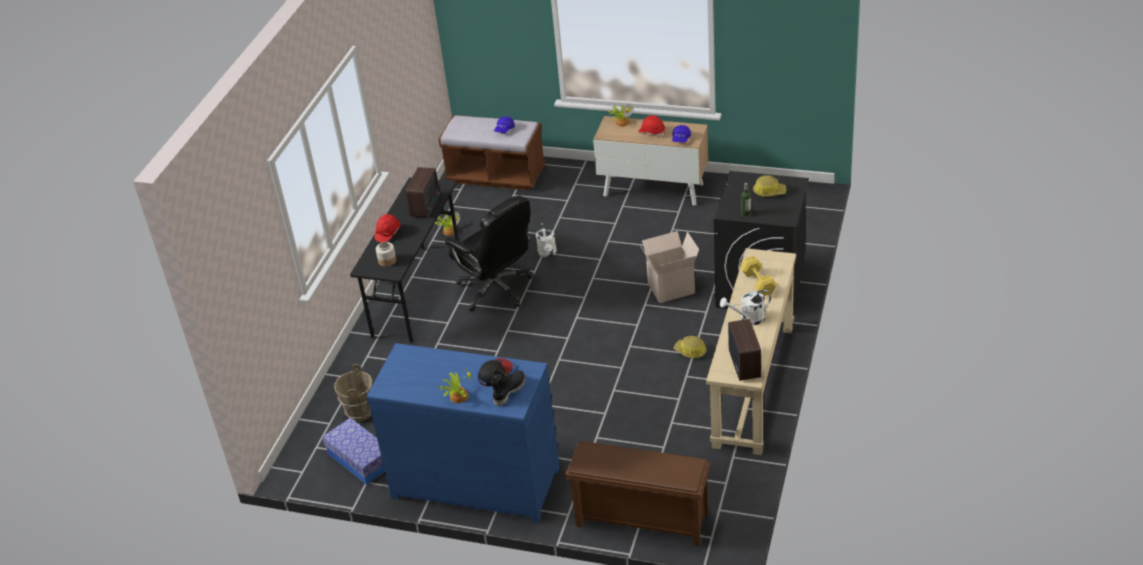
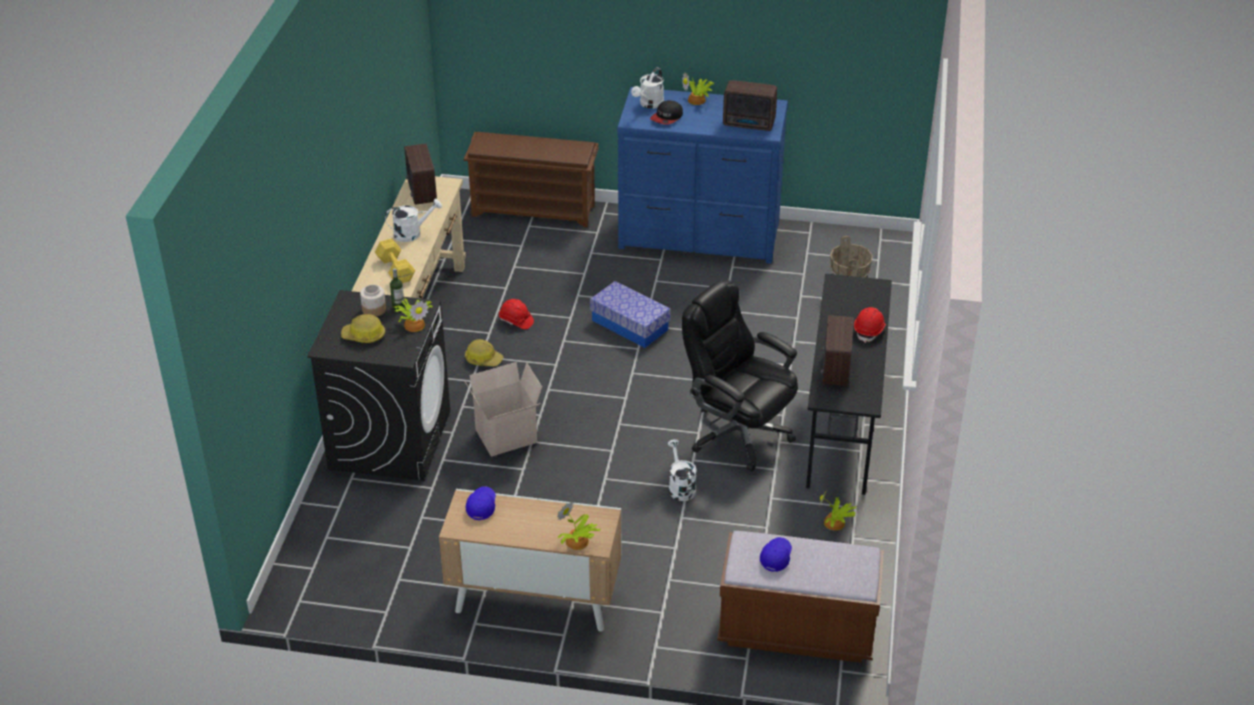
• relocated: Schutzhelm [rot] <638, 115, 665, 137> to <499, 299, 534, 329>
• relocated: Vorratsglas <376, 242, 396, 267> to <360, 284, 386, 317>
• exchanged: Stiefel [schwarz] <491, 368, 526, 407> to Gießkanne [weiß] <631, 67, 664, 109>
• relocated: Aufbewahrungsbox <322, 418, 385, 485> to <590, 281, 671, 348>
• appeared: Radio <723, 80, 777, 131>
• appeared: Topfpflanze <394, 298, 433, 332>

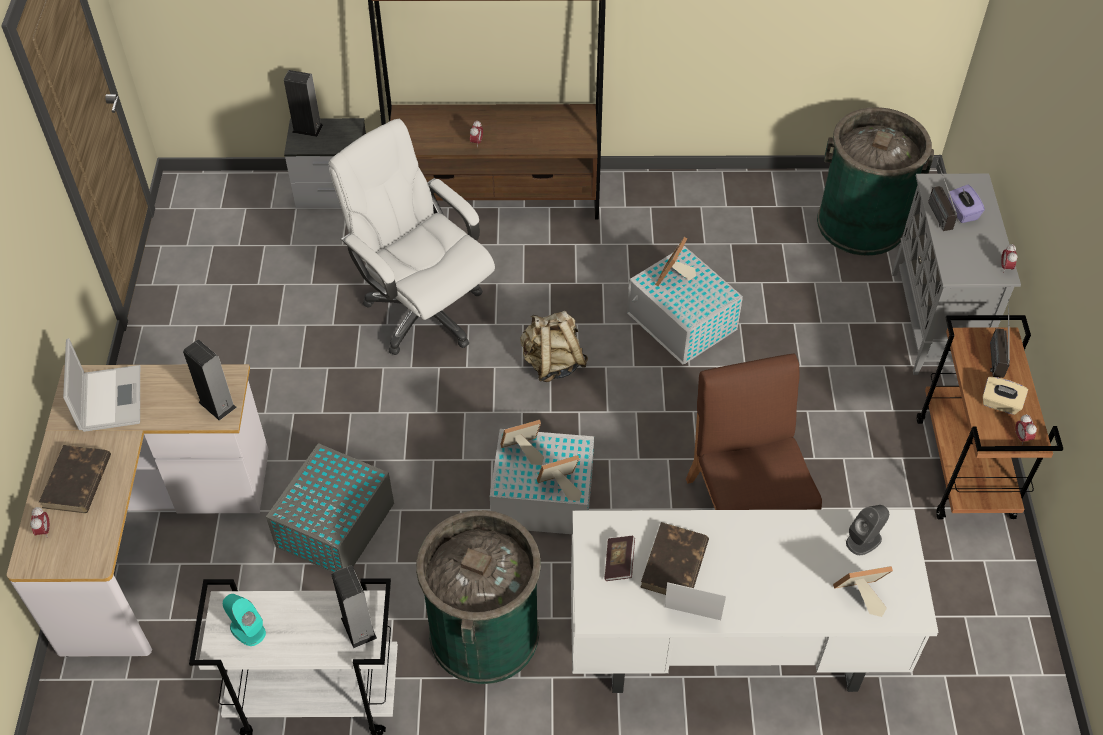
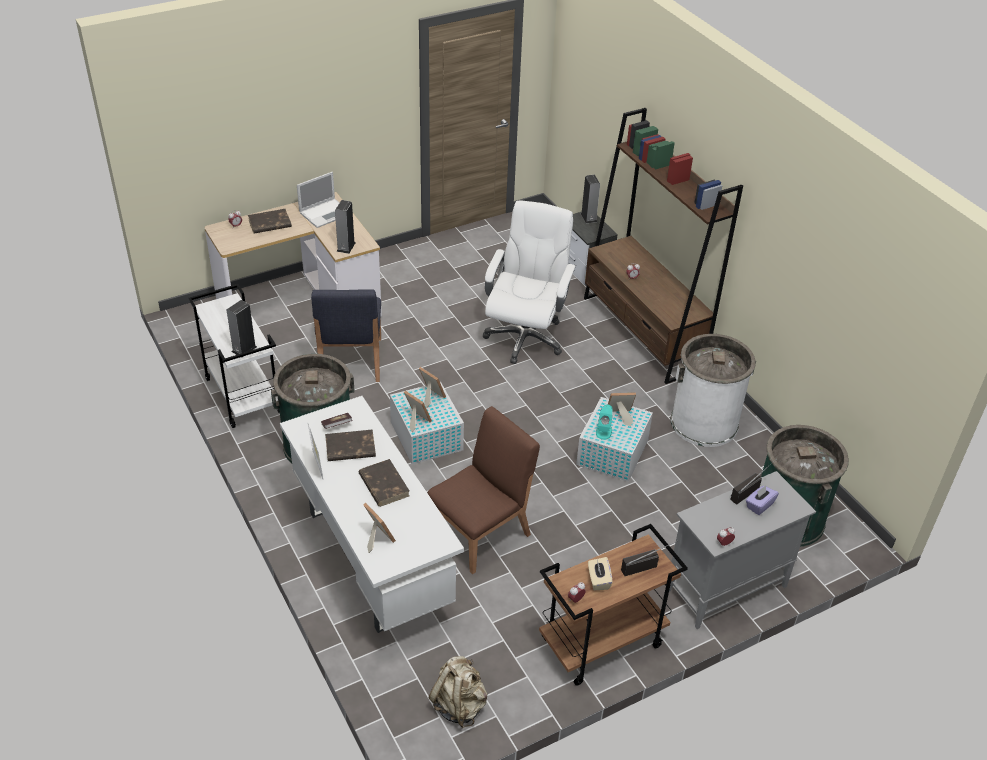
• relocated: Rucksack [beige] <520, 310, 588, 382> to <429, 656, 487, 728>
• exchanged: Aufbewahrungsbox [grau] <266, 443, 394, 573> to Stuhl [blau] <311, 290, 381, 382>
• missing: Lautsprecher [grau] <846, 505, 889, 555>
• relocated: Lautsprecher [türkis] <223, 594, 266, 646> to <596, 405, 613, 440>
• appeared: Mülleimer [weiß] <670, 334, 756, 447>
• appeared: Buch [braun] <358, 459, 409, 507>

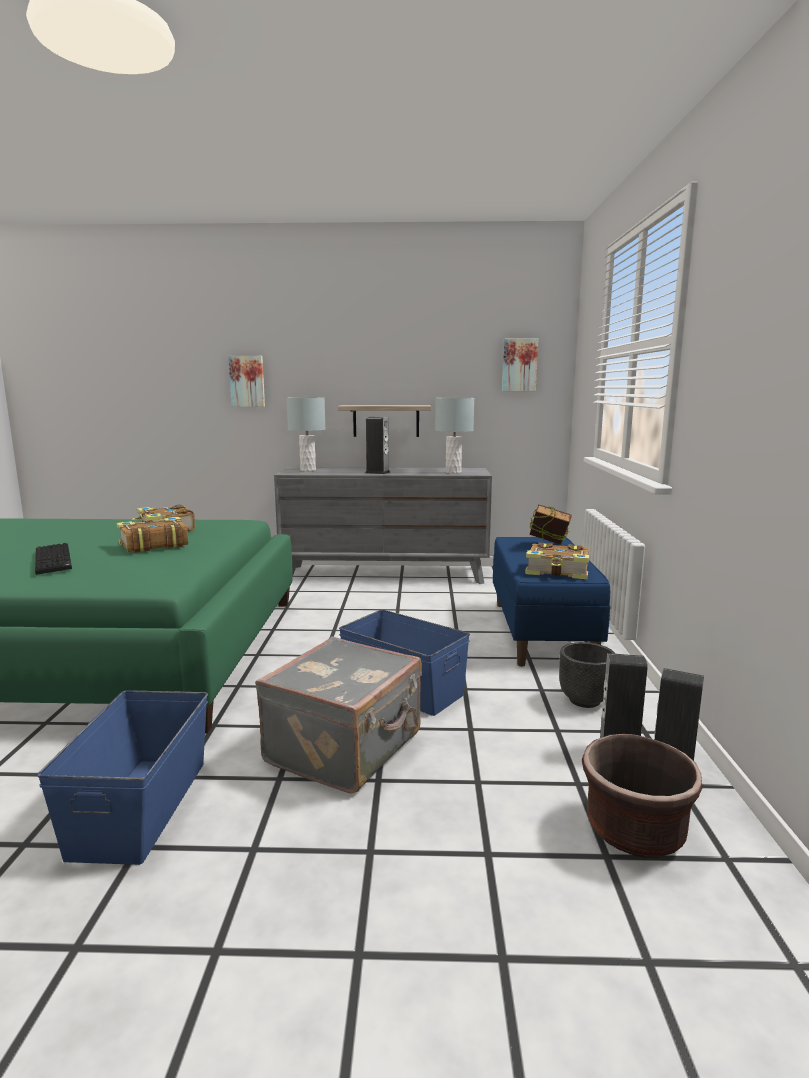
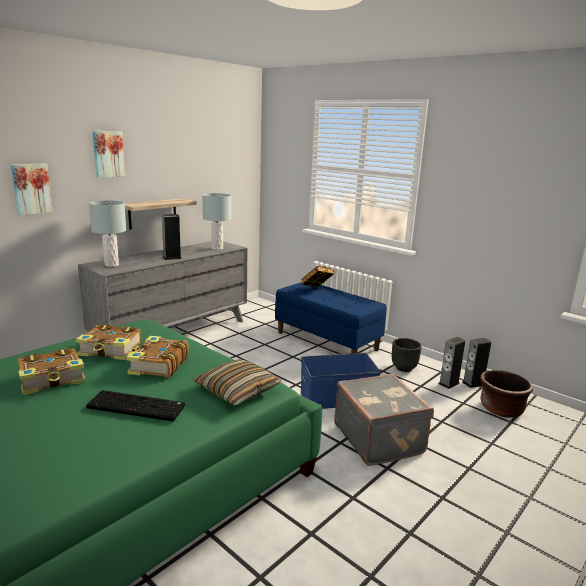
• relocated: Bild <502, 339, 538, 391> to <92, 131, 125, 178>
• relocated: Buch <525, 542, 589, 579> to <18, 348, 86, 395>
• missing: Aufbewahrungsbox [blau] <37, 690, 208, 865>
• appeared: Kissen <192, 359, 282, 406>

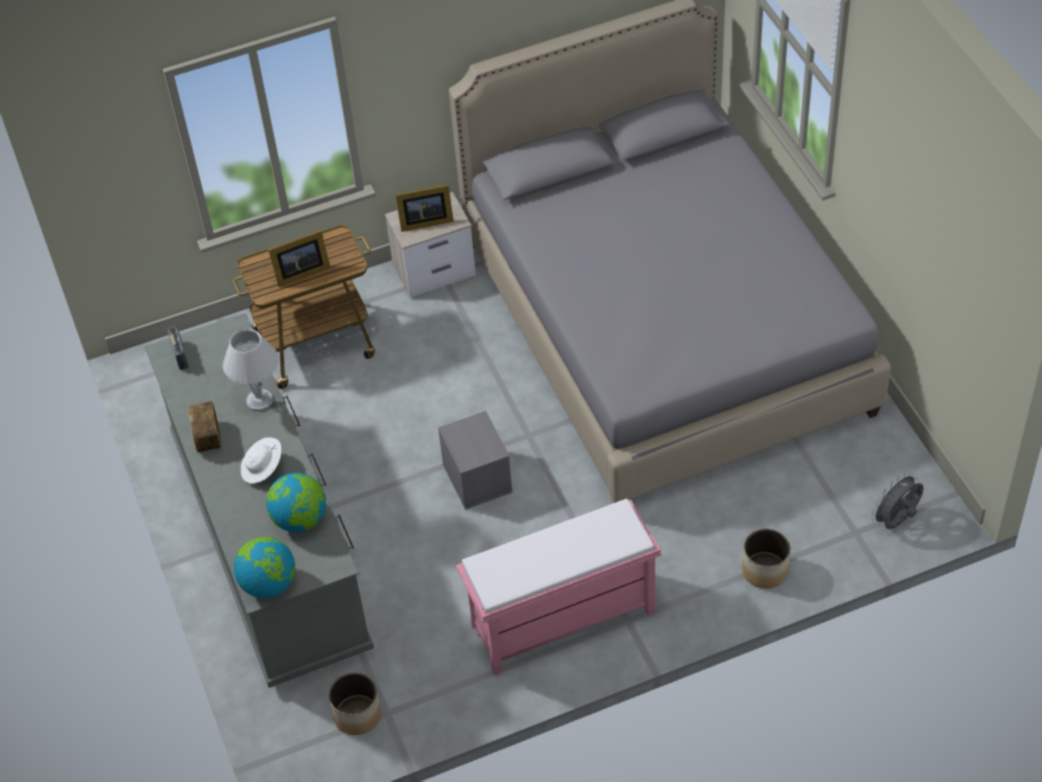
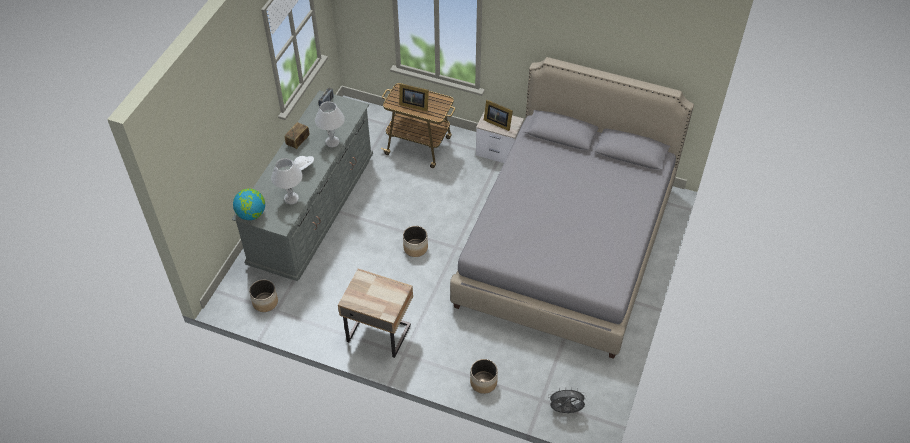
• exchanged: Aufbewahrungsbox [grau] <438, 411, 513, 510> to Pflanzkübel <403, 226, 428, 257>
• exchanged: Globus <266, 473, 326, 532> to Tischlampe [weiß] <271, 158, 303, 204>
• exchanged: Bank [rosa] <456, 499, 661, 675> to Nachttisch [beige] <338, 269, 413, 358>

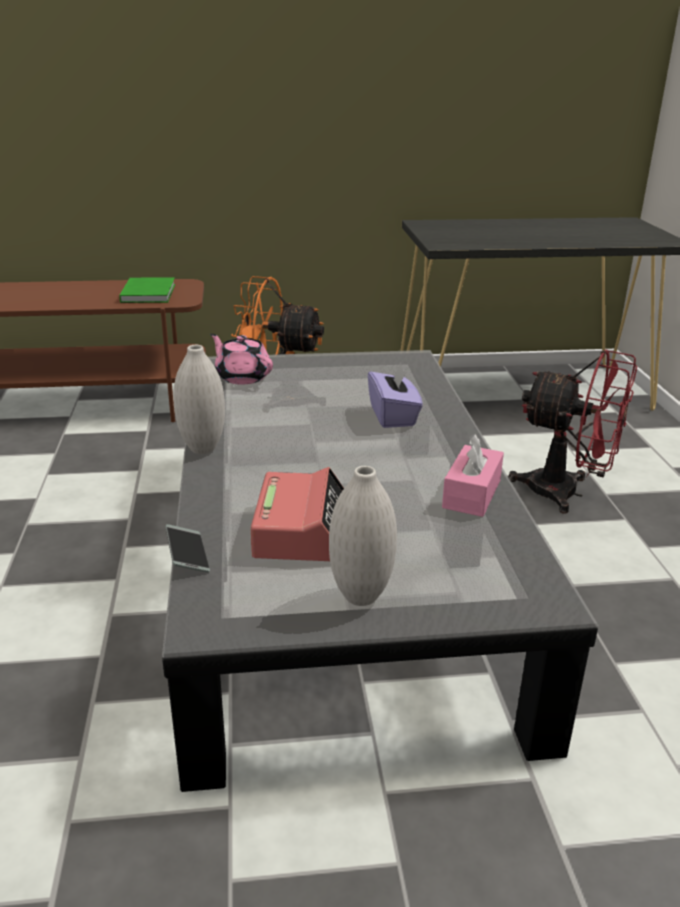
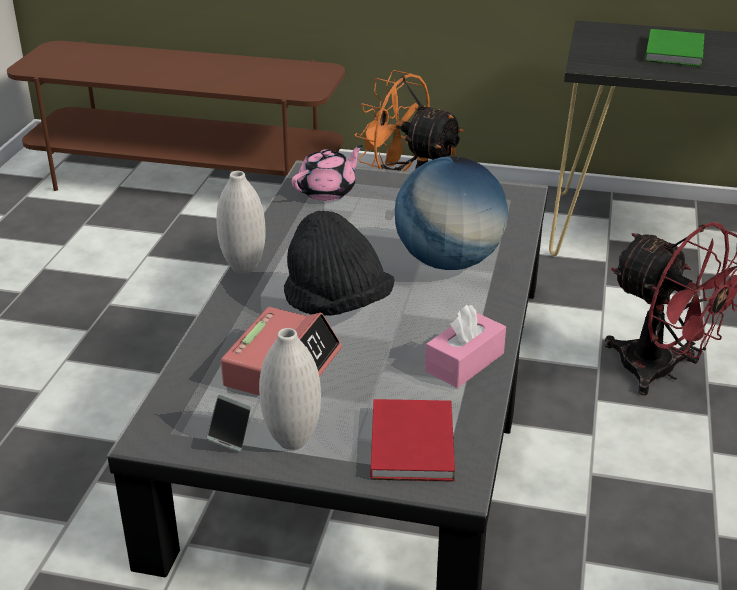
• relocated: Buch [grün] <119, 277, 175, 303> to <645, 29, 704, 67>
• spun: Teekanne [rosa] <210, 334, 273, 384> = <292, 145, 363, 201> 75 degrees clockwise
• exchanged: Taschentuchbox [lila] <368, 362, 423, 428> to Globus <395, 156, 508, 270>
• relocated: Handy <165, 524, 210, 573> to <206, 395, 251, 452>
• appeared: Hut [schwarz] <284, 211, 395, 316>
• appeared: Buch [rot] <370, 399, 455, 481>

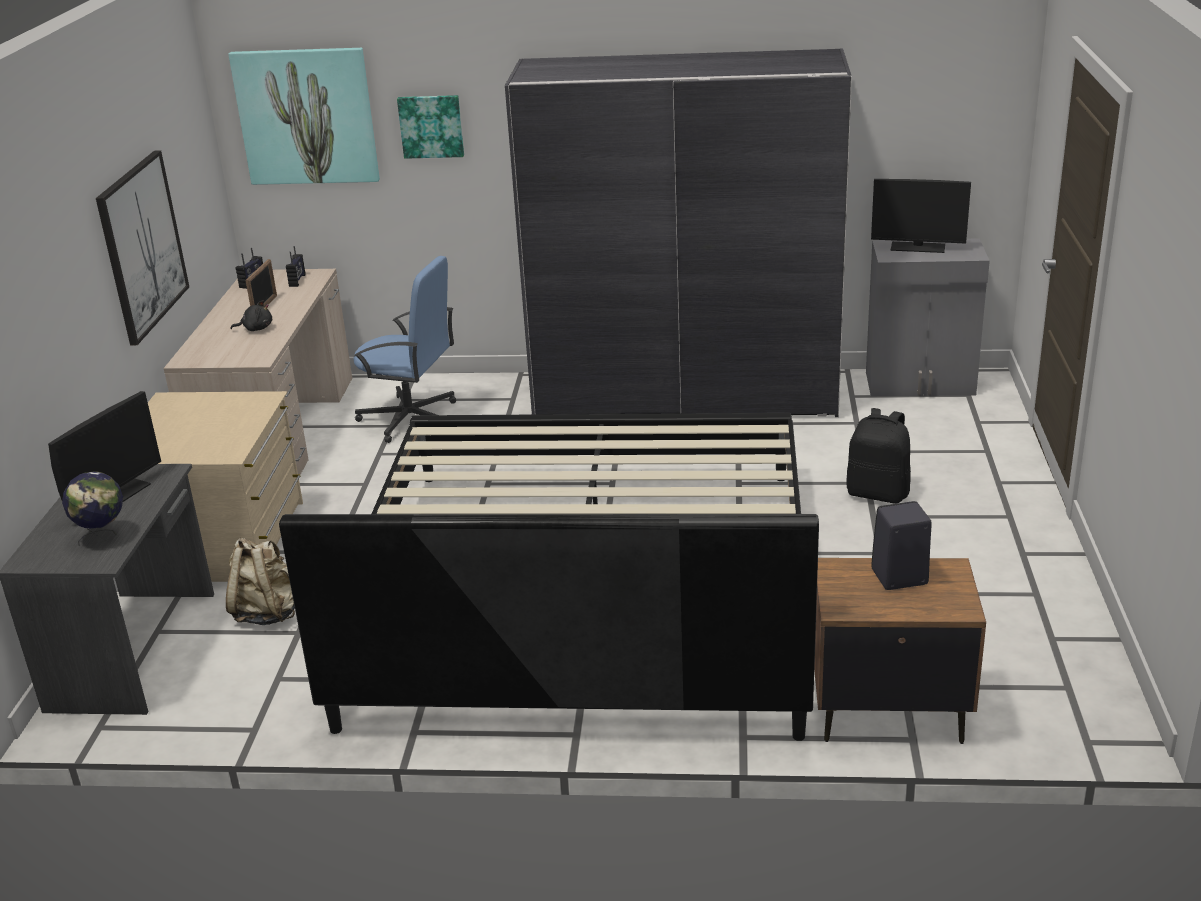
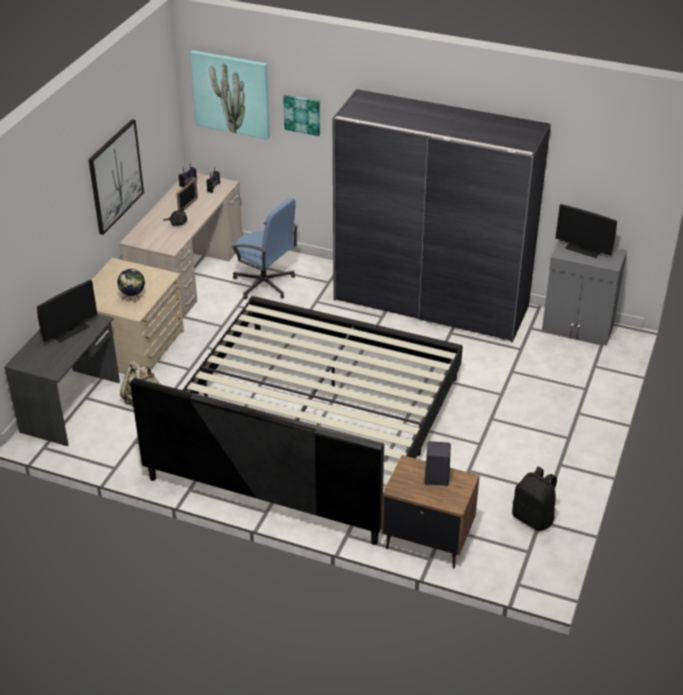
• relocated: Rucksack [schwarz] <846, 408, 911, 503> to <512, 467, 557, 531>
• relocated: Globus <62, 472, 123, 546> to <117, 269, 145, 302>

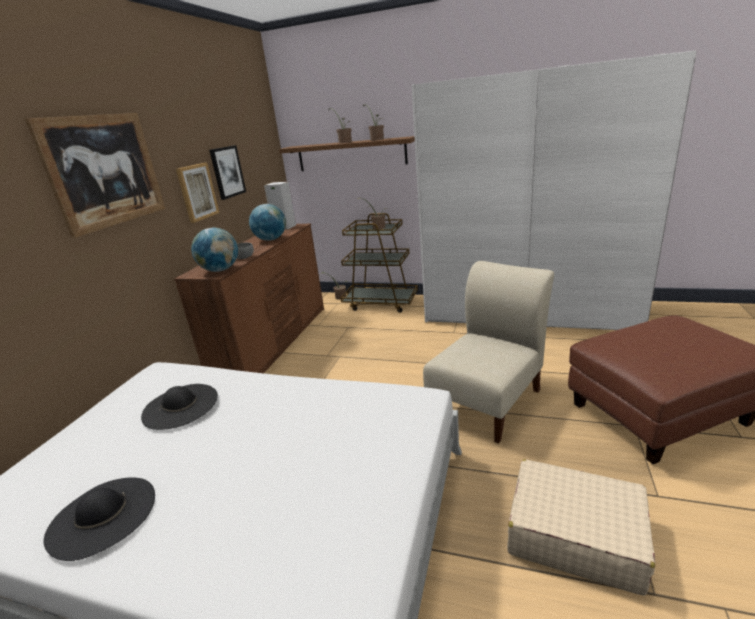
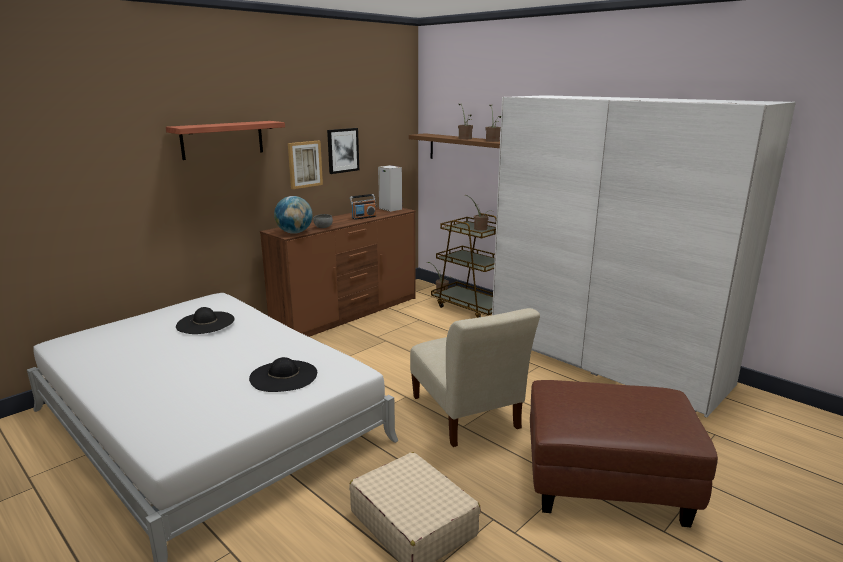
• exchanged: Bild <25, 113, 165, 238> to Wandregal <166, 121, 285, 160>
• exchanged: Globus <249, 204, 286, 241> to Radio <350, 194, 376, 220>
• spun: Stuhl [beige] <423, 261, 554, 444> = <410, 308, 540, 447> 90 degrees clockwise
• relocated: Hut [schwarz] <44, 478, 155, 561> to <249, 357, 317, 392>

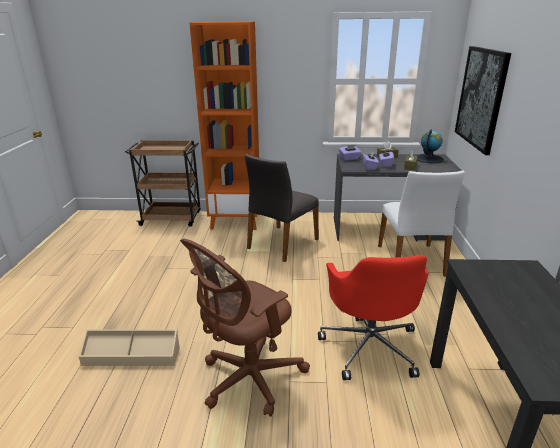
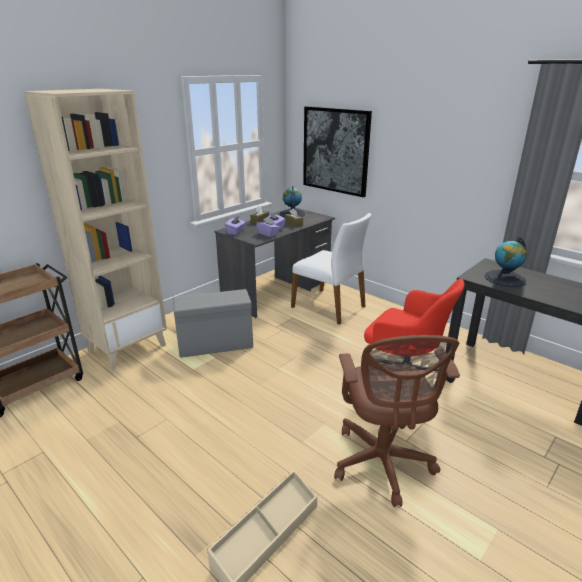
• colour: Bücherregal [orange] <190, 21, 259, 230> to Bücherregal [beige] <24, 89, 167, 371>
• exchanged: Stuhl [grau] <245, 153, 319, 262> to Aufbewahrungsbox [grau] <173, 289, 253, 358>
• appeared: Globus <484, 237, 527, 287>

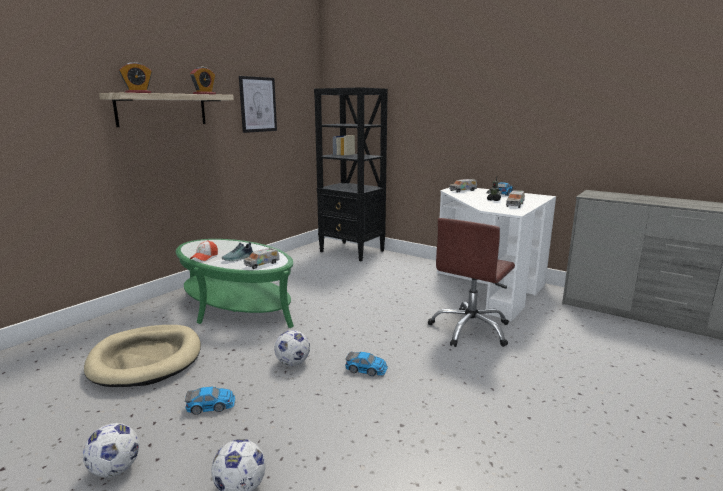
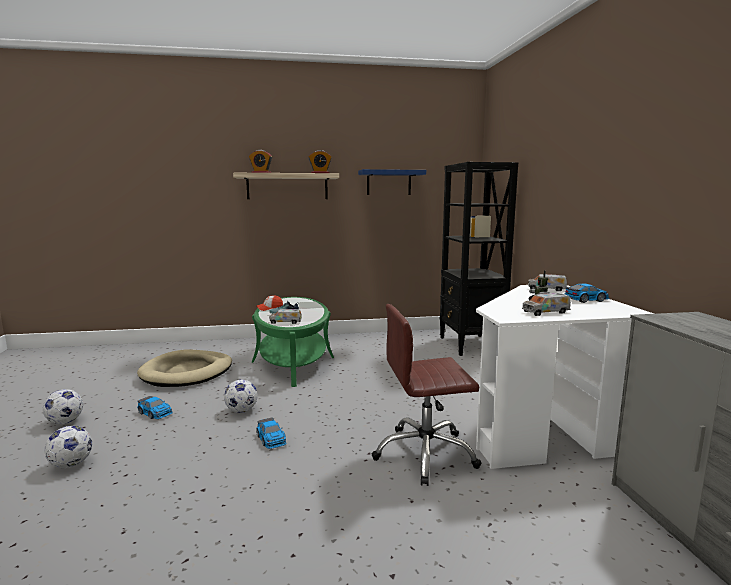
• exchanged: Bild <239, 76, 277, 133> to Wandregal [blau] <358, 169, 426, 195>

